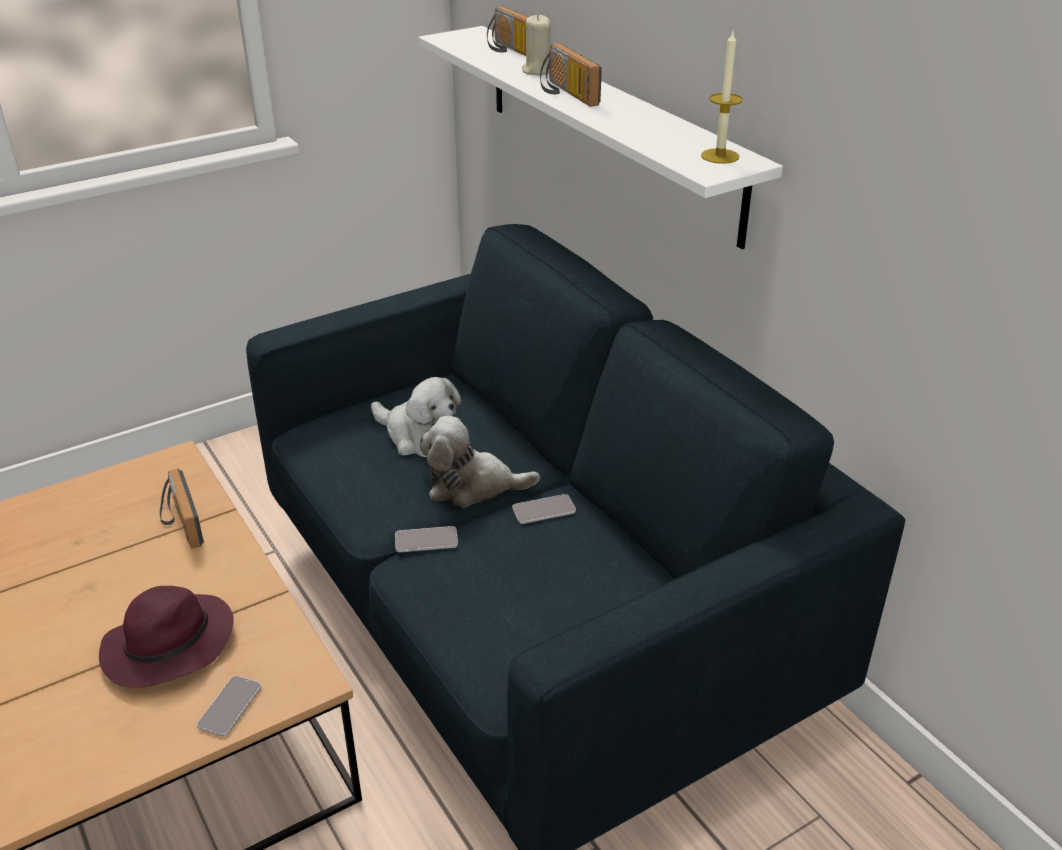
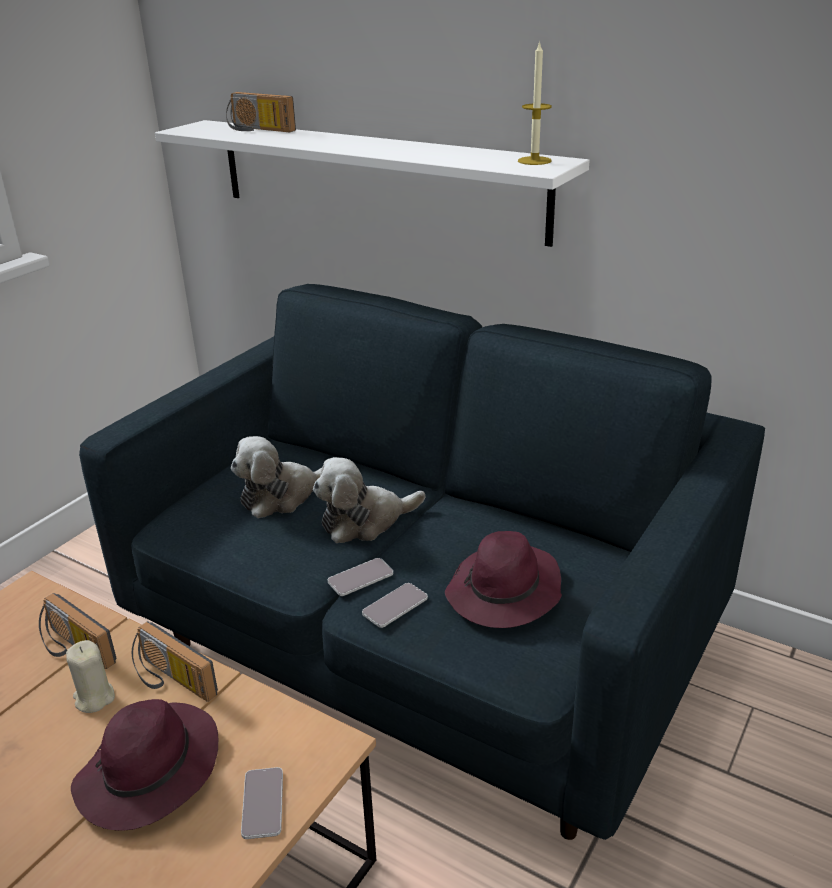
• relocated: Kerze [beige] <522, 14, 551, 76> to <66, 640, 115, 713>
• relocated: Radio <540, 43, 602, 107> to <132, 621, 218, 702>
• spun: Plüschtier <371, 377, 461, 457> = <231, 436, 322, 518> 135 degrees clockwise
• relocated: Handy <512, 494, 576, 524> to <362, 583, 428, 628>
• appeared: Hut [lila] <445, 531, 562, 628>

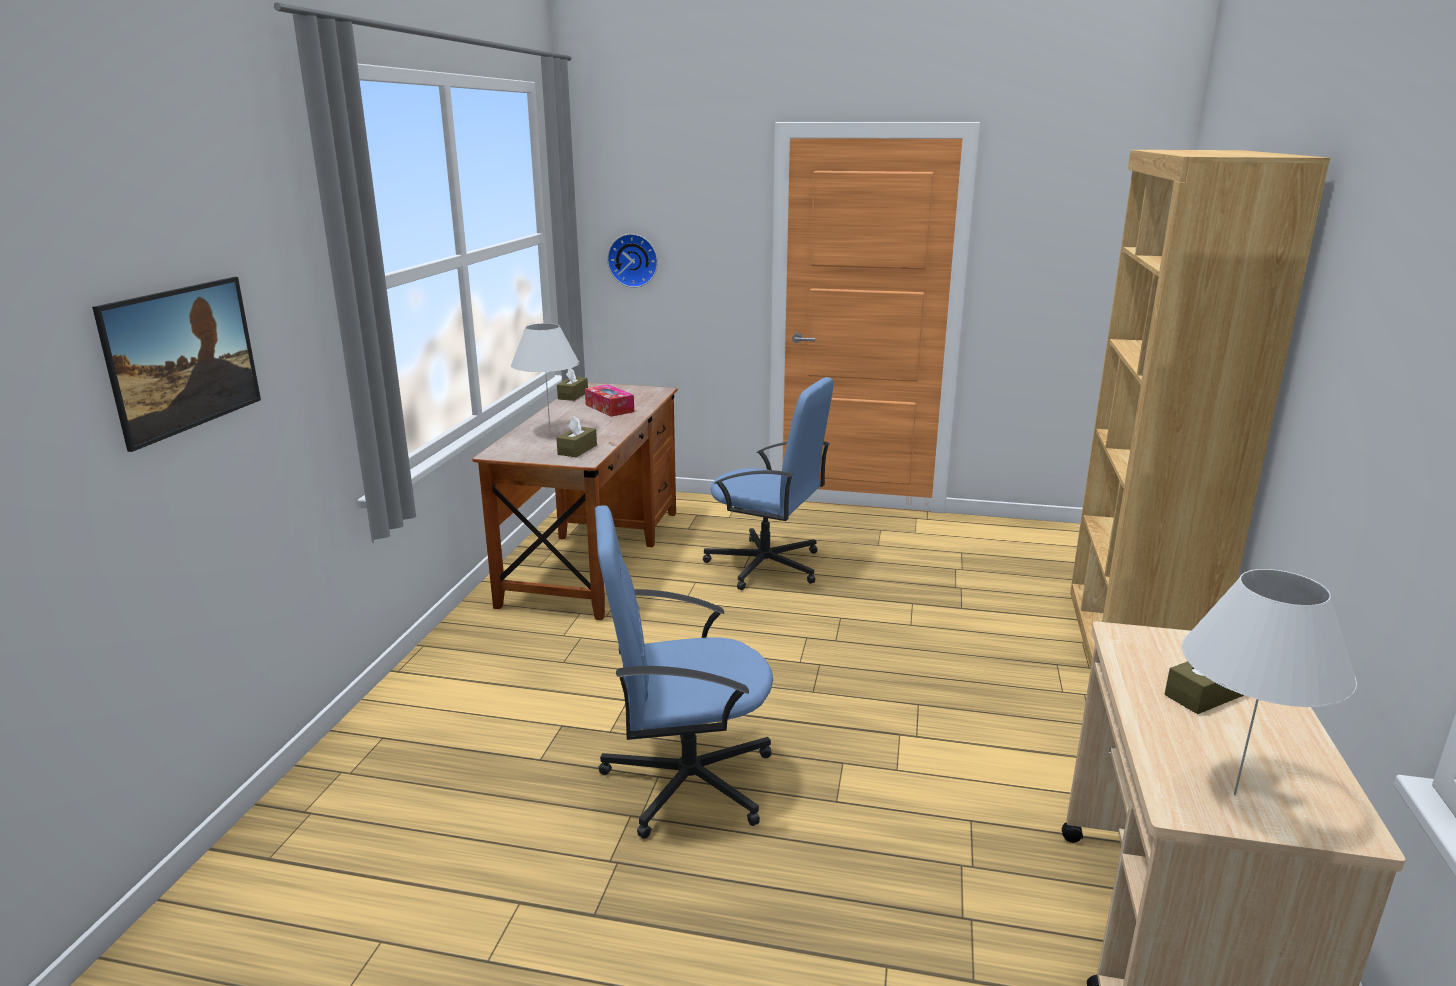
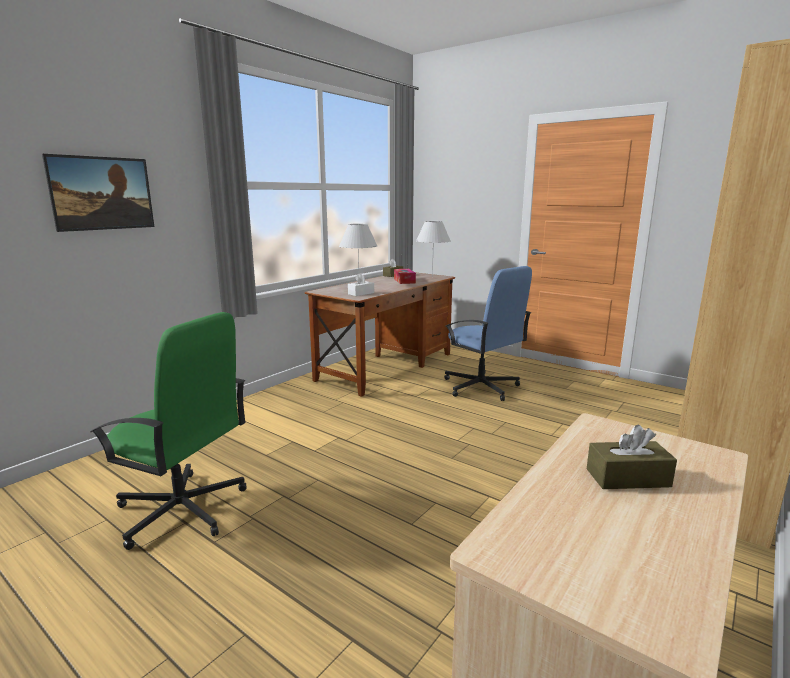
• missing: Wanduhr <607, 234, 658, 288>
• colour: Taschentuchbox [braun] <556, 416, 597, 457> to Taschentuchbox [weiß] <348, 273, 374, 296>
• missing: Bürostuhl [blau] <595, 505, 773, 839>
• relocated: Tischlampe [weiß] <1182, 569, 1357, 795> to <416, 221, 450, 277>
• appeared: Bürostuhl [grün] <90, 312, 247, 550>

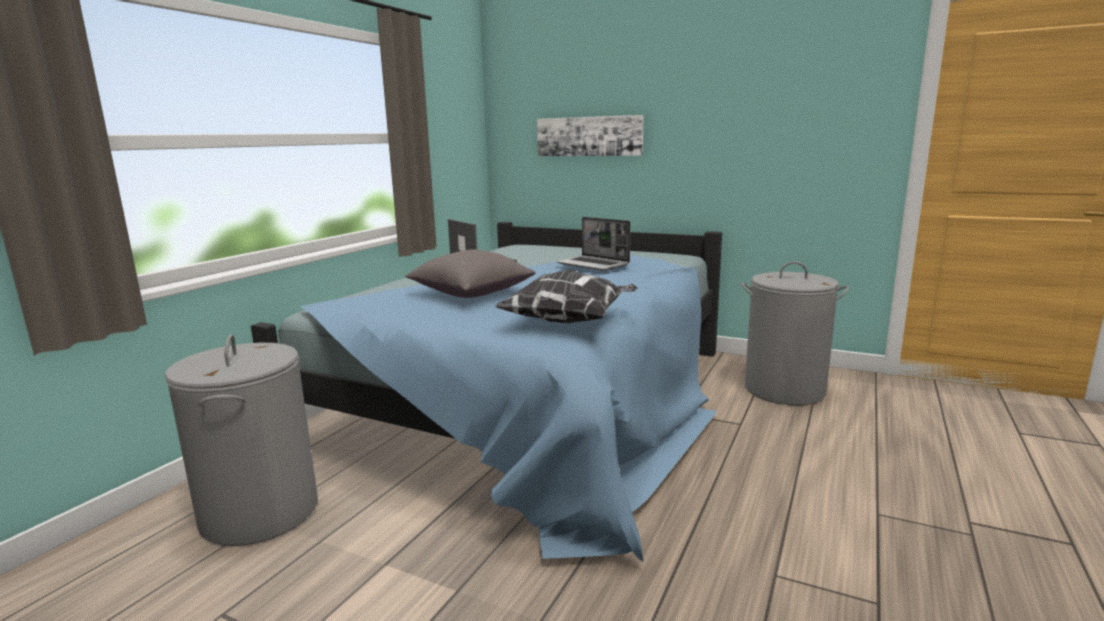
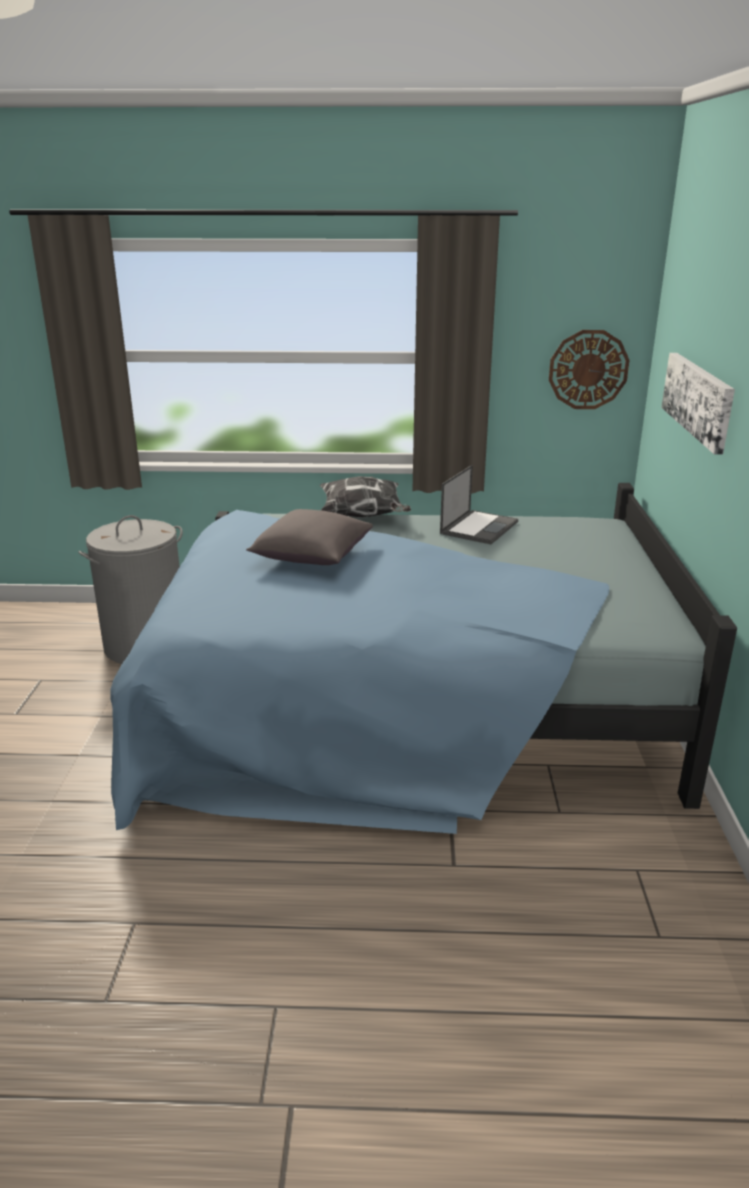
• missing: Laptop <556, 217, 630, 271>
• missing: Wäschekorb [grau] <741, 261, 849, 405>
• relocated: Kissen <495, 270, 638, 323> to <320, 476, 411, 518>
• appeared: Wanduhr <549, 330, 630, 409>

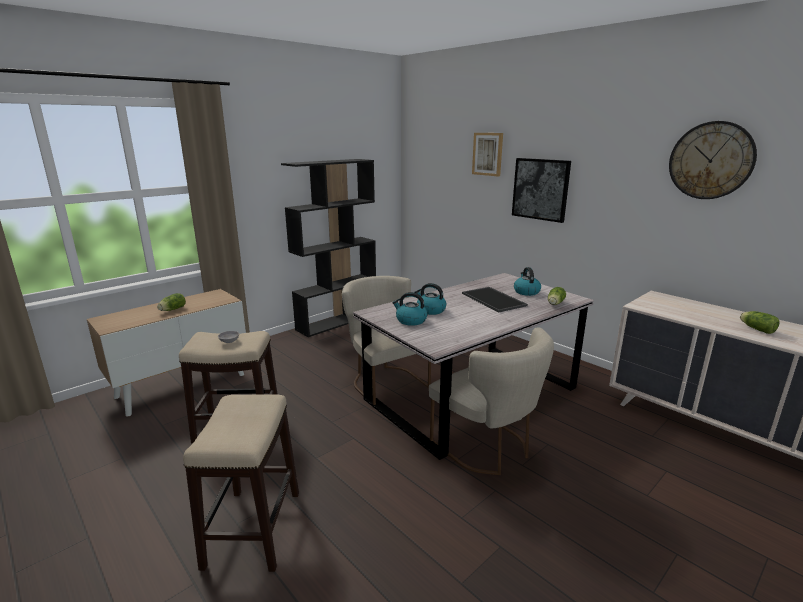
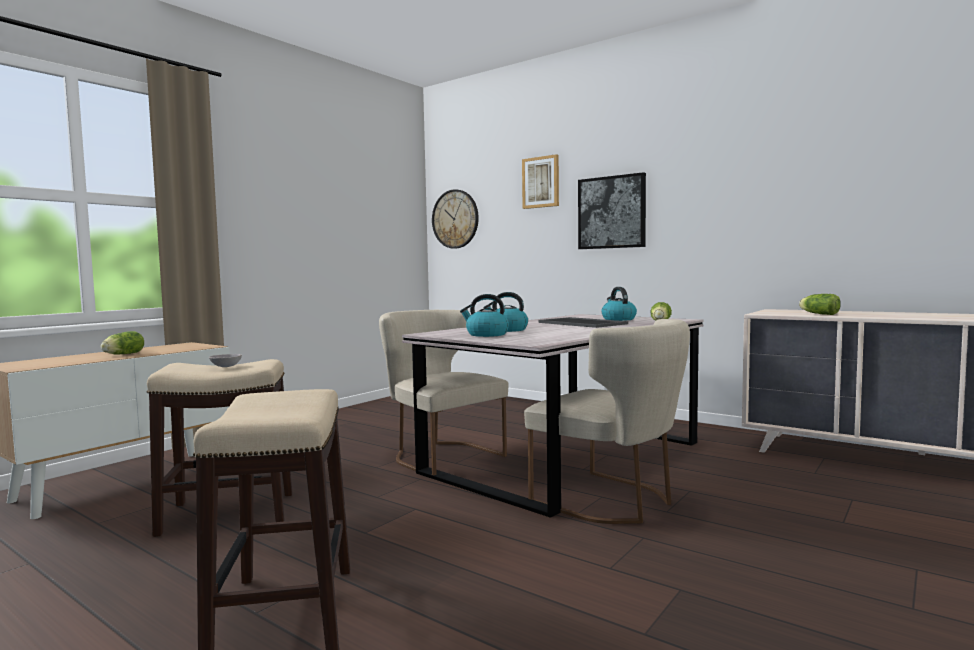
• relocated: Wanduhr <669, 121, 757, 199> to <432, 189, 479, 248>
• missing: Bücherregal [schwarz] <281, 159, 376, 337>
• relocated: Salatkopf <740, 311, 780, 334> to <799, 294, 841, 315>

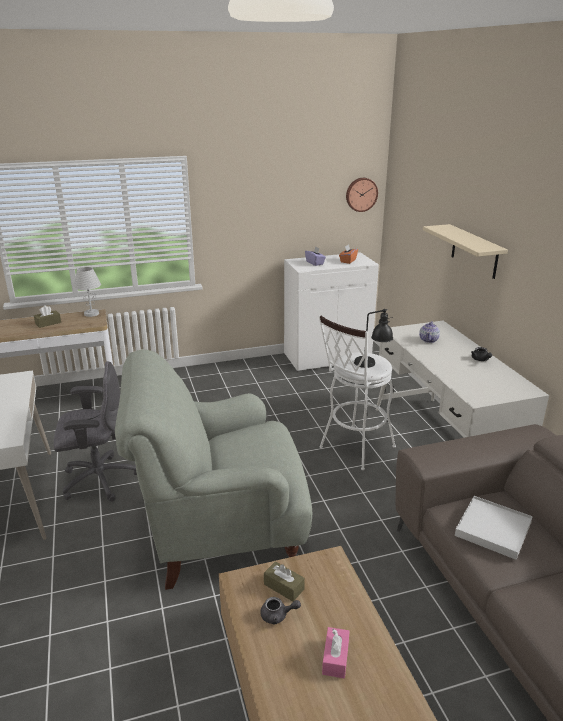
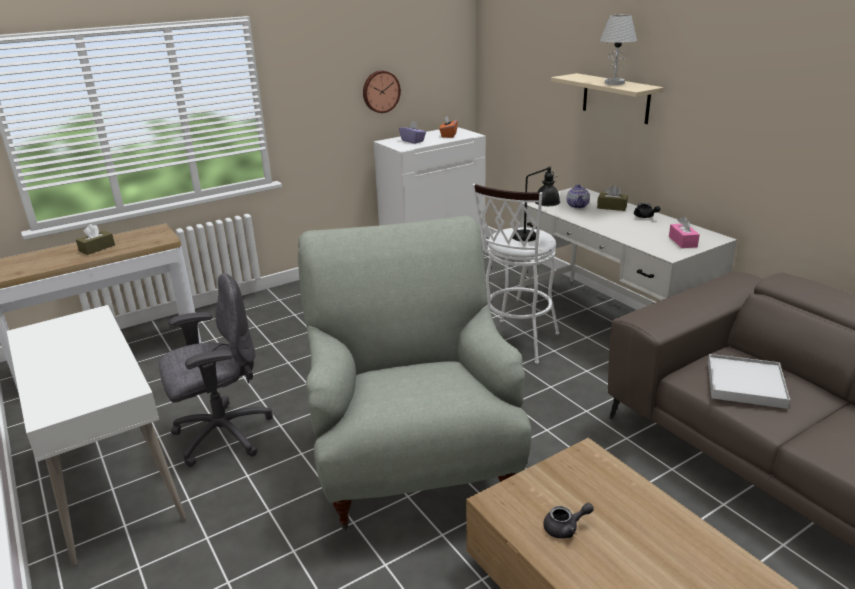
• relocated: Wanduhr <346, 178, 378, 212> to <363, 71, 401, 113>
• relocated: Tischlampe [weiß] <74, 267, 101, 317> to <600, 15, 637, 85>
• spun: Sessel [grau] <115, 349, 312, 590> = <298, 216, 532, 530> 105 degrees clockwise
• relocated: Taschentuchbox [braun] <264, 562, 305, 602> to <597, 185, 628, 211>
• relocated: Taschentuchbox [rosa] <322, 627, 350, 678> to <669, 216, 700, 248>

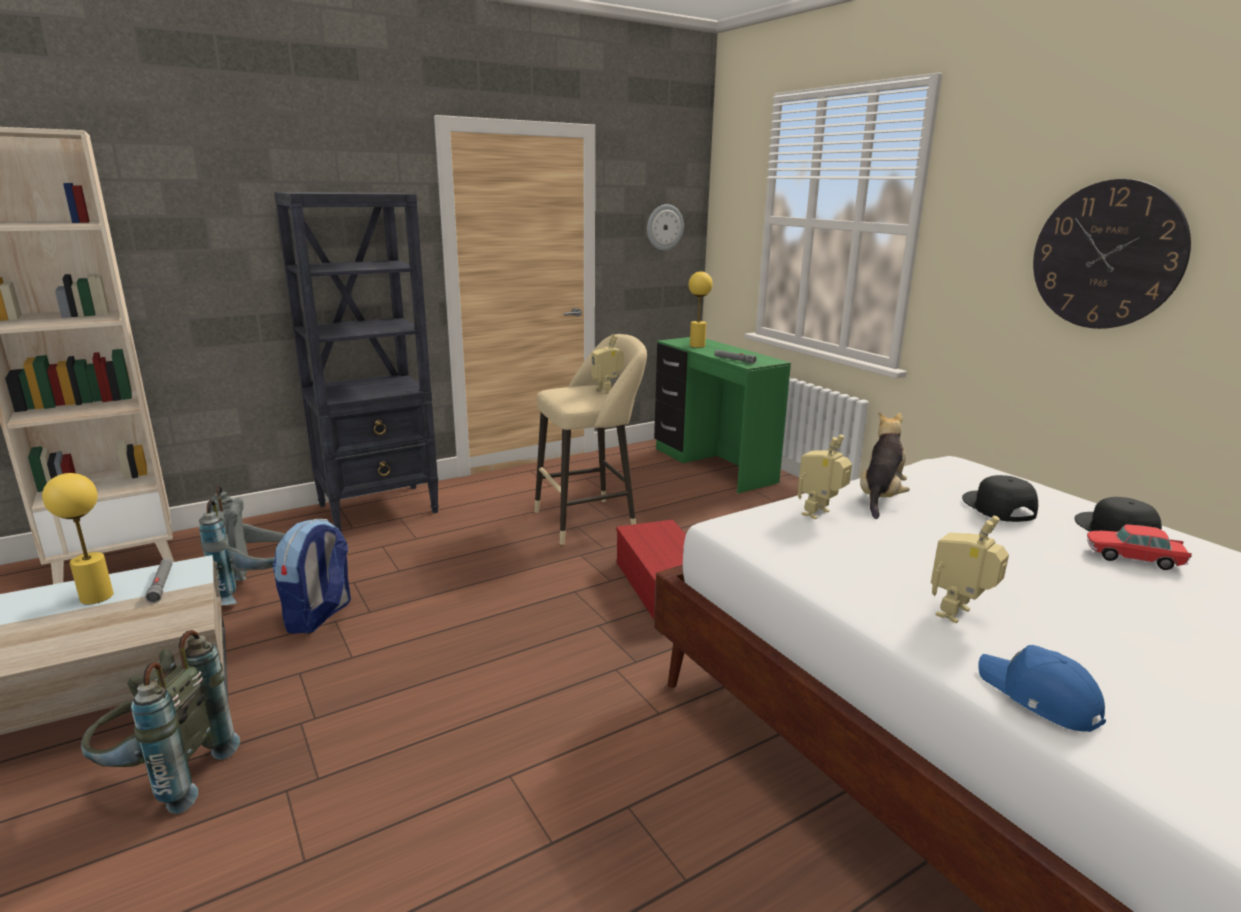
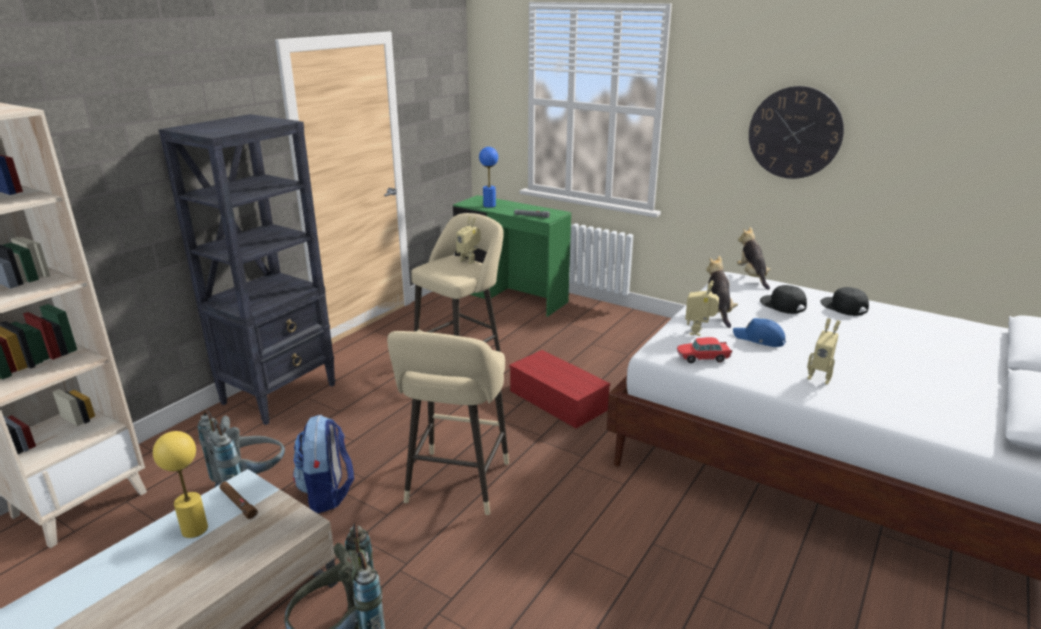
• missing: Wanduhr <647, 204, 684, 250>
• colour: Tischlampe [gelb] <689, 272, 713, 348> to Tischlampe [blau] <479, 147, 498, 208>
• spun: Spielzeugroboter <931, 516, 1009, 623> = <807, 318, 841, 385> 75 degrees counterclockwise
• relocated: Spielzeugauto <1087, 524, 1192, 570> to <677, 337, 732, 363>
• colour: Taschenlampe [grau] <145, 558, 173, 603> to Taschenlampe [braun] <220, 482, 258, 519>
• relocated: Kappe [blau] <978, 645, 1106, 732> to <733, 318, 786, 347>
• appeared: Plüschtier <737, 227, 771, 290>
• appeared: Hocker [beige] <387, 331, 509, 515>

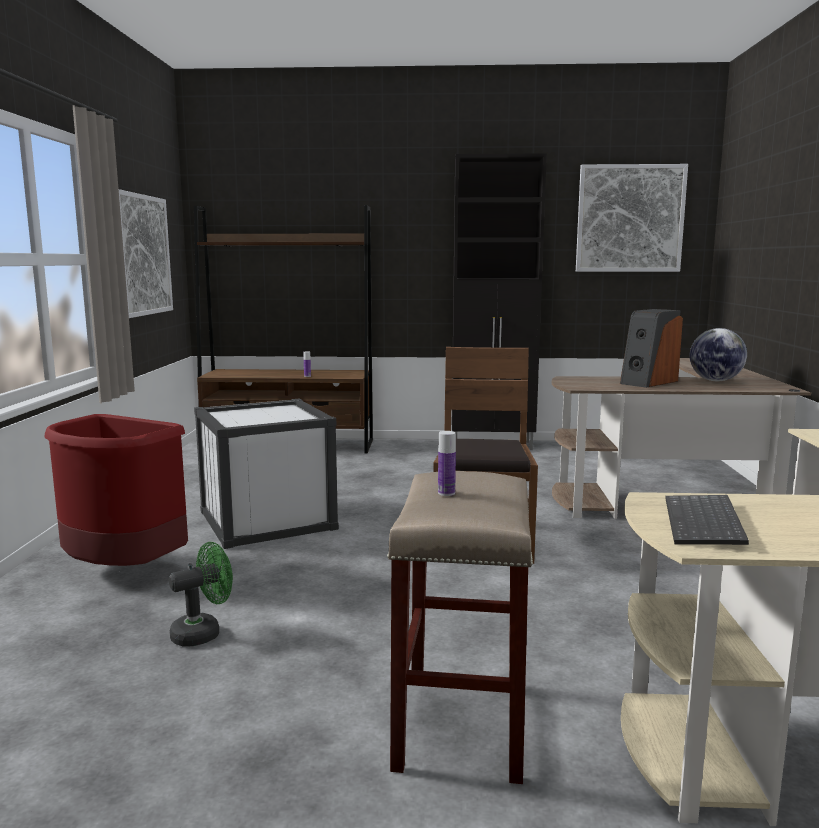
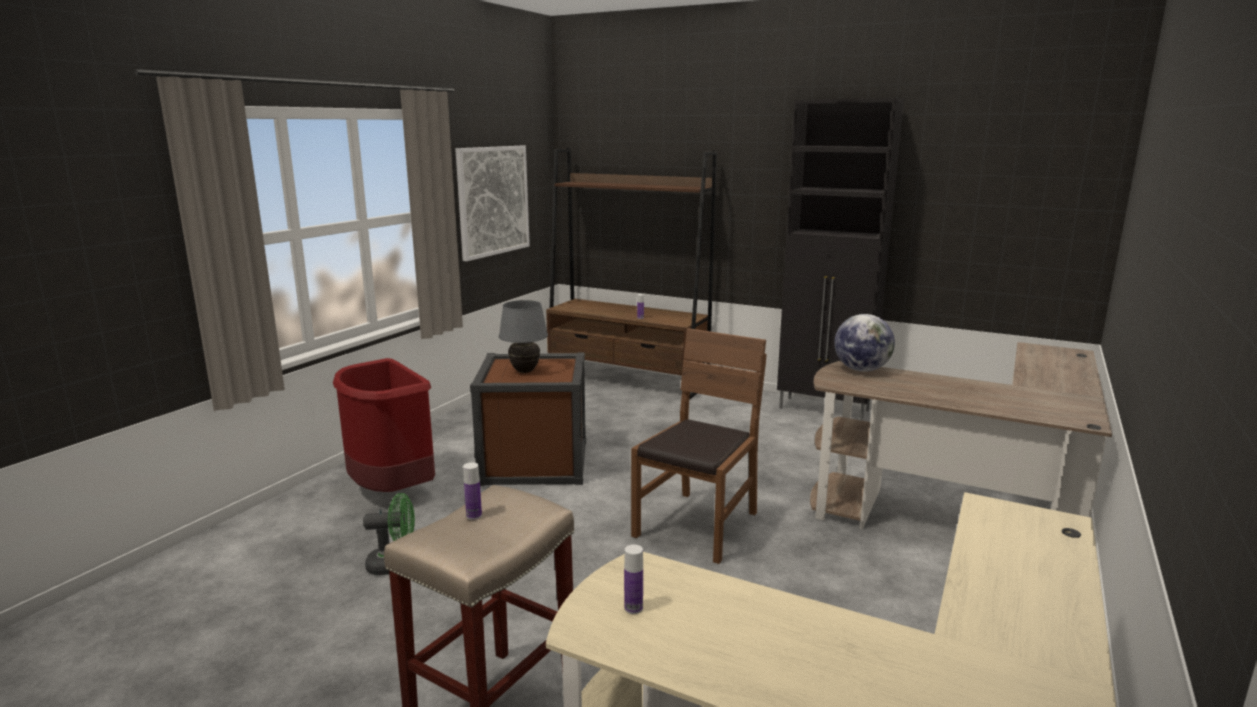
• missing: Bild <576, 164, 688, 272>
• missing: Lautsprecher <620, 309, 683, 388>
• relocated: Globus <690, 328, 747, 381> to <834, 314, 895, 372>
• colour: Aufbewahrungsbox [weiß] <194, 399, 339, 549> to Aufbewahrungsbox [braun] <470, 352, 586, 486>
• exchanged: Tastatur <665, 495, 749, 545> to Flasche <624, 544, 643, 614>
• appeared: Tischlampe [grau] <499, 300, 548, 373>

